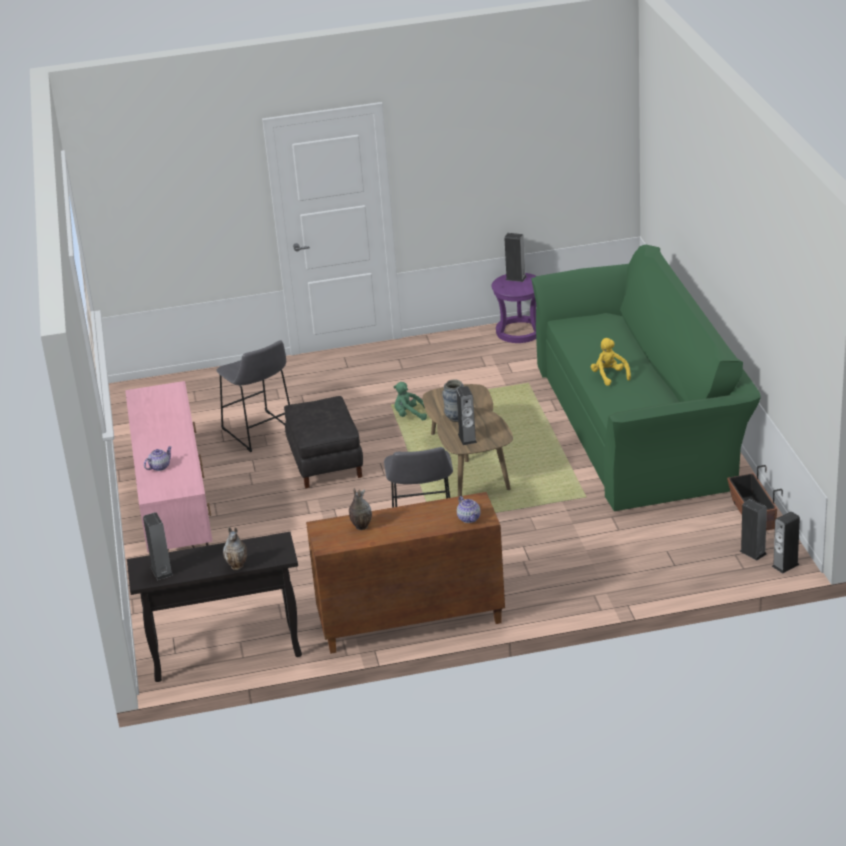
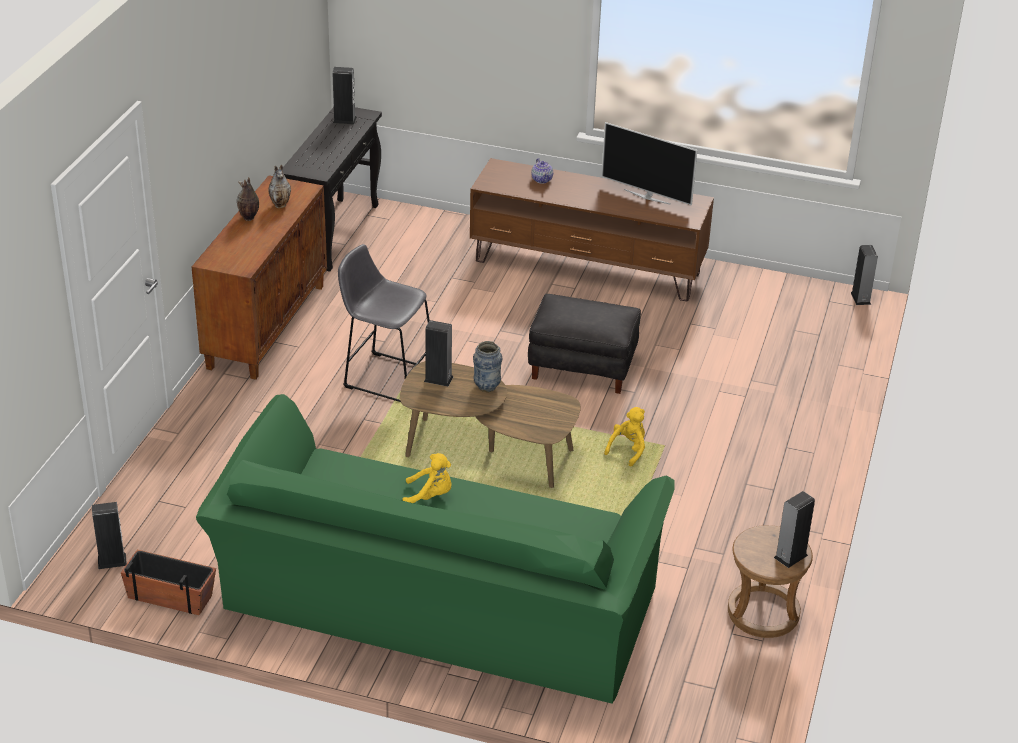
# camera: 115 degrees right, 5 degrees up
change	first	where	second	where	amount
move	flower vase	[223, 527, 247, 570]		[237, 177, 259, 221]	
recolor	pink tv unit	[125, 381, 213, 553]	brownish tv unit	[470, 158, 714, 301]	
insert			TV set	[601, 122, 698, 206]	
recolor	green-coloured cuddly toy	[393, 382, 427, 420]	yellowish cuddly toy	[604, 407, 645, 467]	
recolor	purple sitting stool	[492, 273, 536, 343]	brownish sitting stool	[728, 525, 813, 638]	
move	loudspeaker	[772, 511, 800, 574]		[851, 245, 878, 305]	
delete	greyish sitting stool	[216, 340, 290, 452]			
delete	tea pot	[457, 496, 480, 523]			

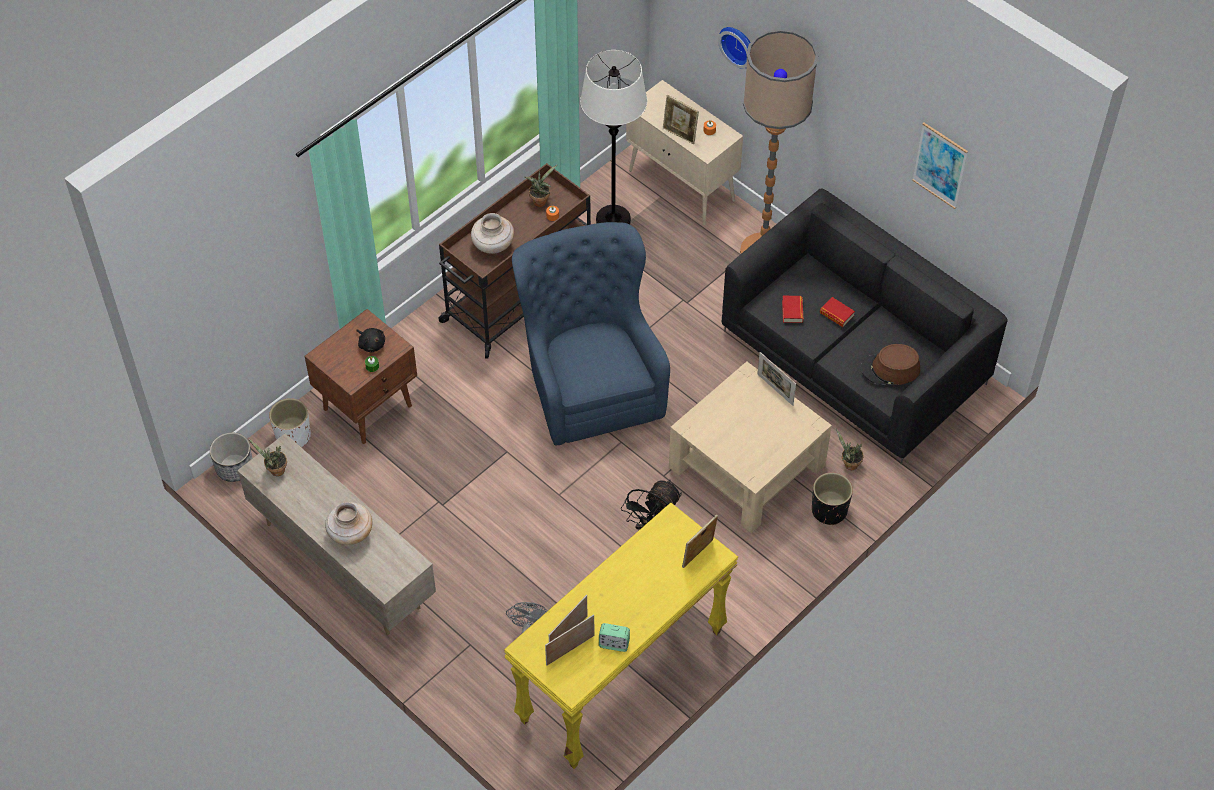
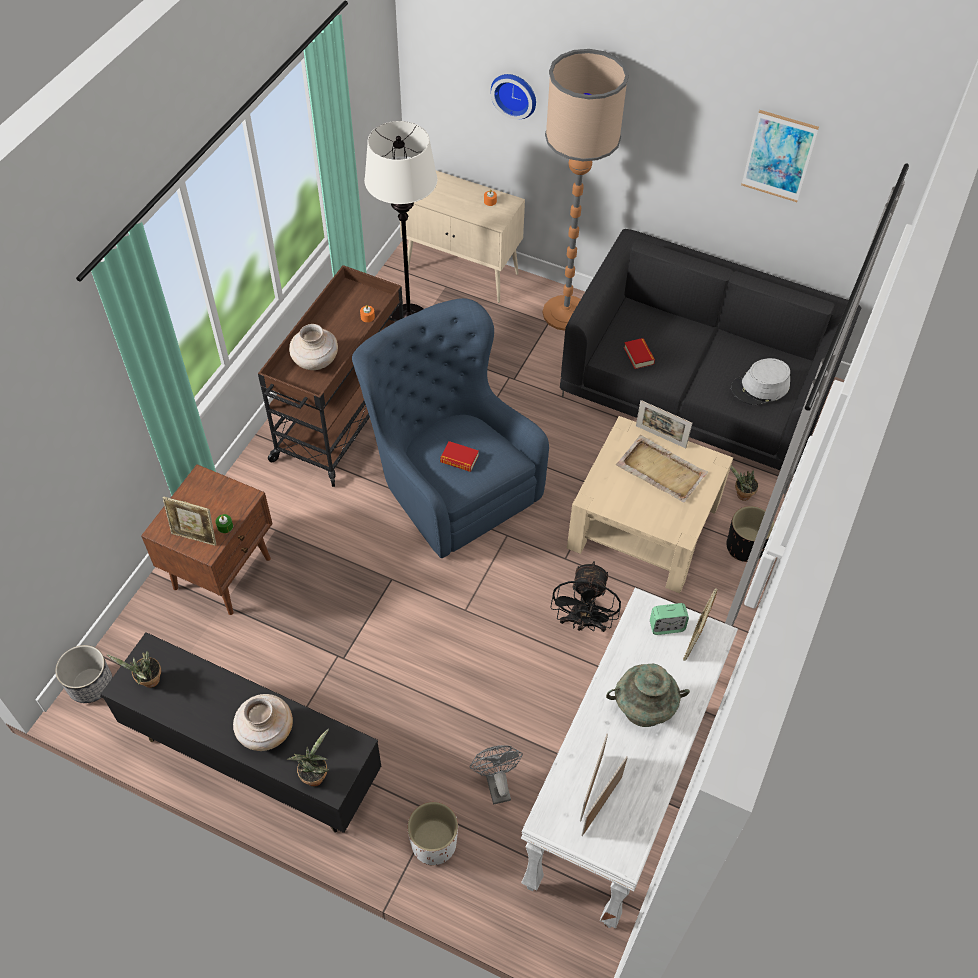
# camera: 20 degrees left, 0 degrees up
change	first	where	second	where	amount
recolor	sand-coloured tv unit	[237, 433, 436, 635]	black-coloured tv unit	[100, 632, 381, 833]	
move	picture frame	[663, 95, 699, 144]		[163, 496, 216, 546]	
move	potted plant	[525, 165, 557, 207]		[287, 729, 329, 786]	
move	white-coloured planter	[269, 398, 311, 447]		[407, 802, 458, 865]	
move	book	[820, 297, 855, 327]		[440, 441, 479, 472]	
recolor	yellowish console table	[504, 503, 738, 769]	white-coloured console table	[521, 588, 738, 928]	
insert			turquoise flower vase	[606, 664, 690, 727]	
insert			sand-coloured tray	[616, 435, 708, 502]	
move	bedside clock	[599, 623, 630, 652]		[650, 603, 689, 635]	
recolor	brownish wearable hat	[860, 344, 920, 385]	greyish wearable hat	[731, 358, 790, 405]	
delete	black-coloured cuddly toy	[356, 328, 385, 353]			

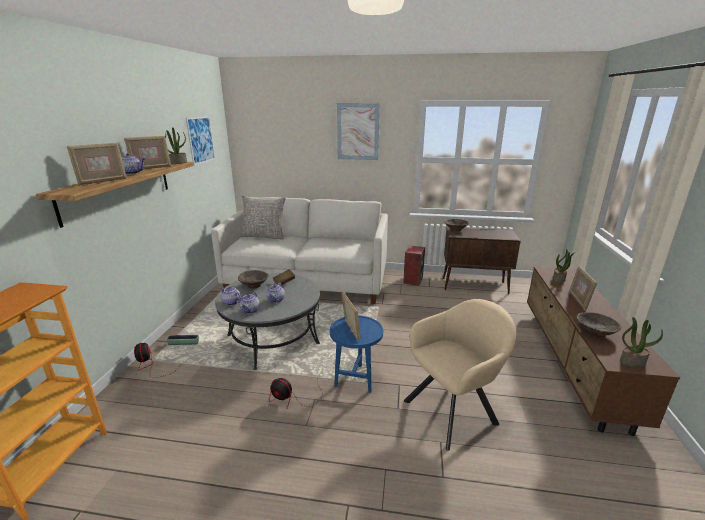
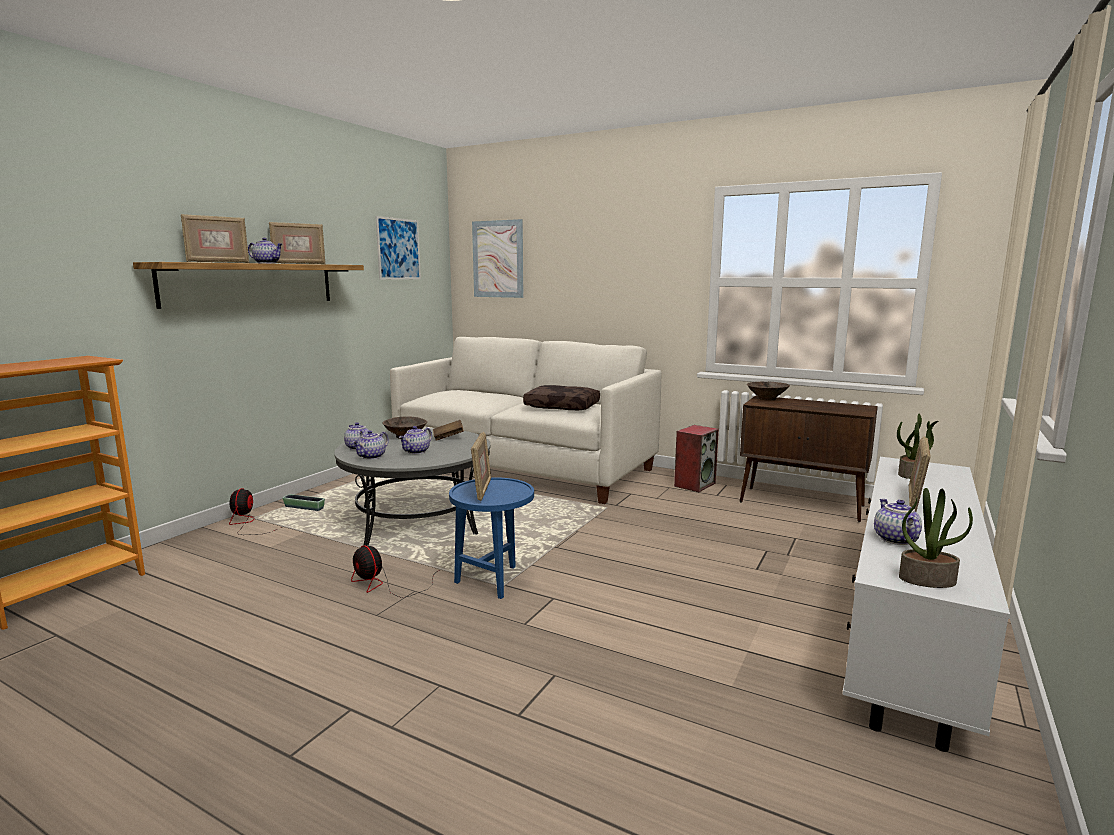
# camera: 20 degrees right, 10 degrees down
change	first	where	second	where	amount
move	picture	[337, 103, 380, 160]		[472, 219, 524, 298]	
insert			brownish cushion	[523, 385, 600, 410]	
recolor	brownish tv unit	[527, 266, 680, 436]	white-coloured tv unit	[842, 457, 1010, 752]	
replace	brownish bowl	[576, 312, 621, 338]	tea pot	[874, 499, 922, 545]	
delete	potted plant	[165, 127, 187, 164]			
delete	greyish cushion	[240, 195, 286, 240]			
delete	sand-coloured armchair	[404, 299, 516, 450]			

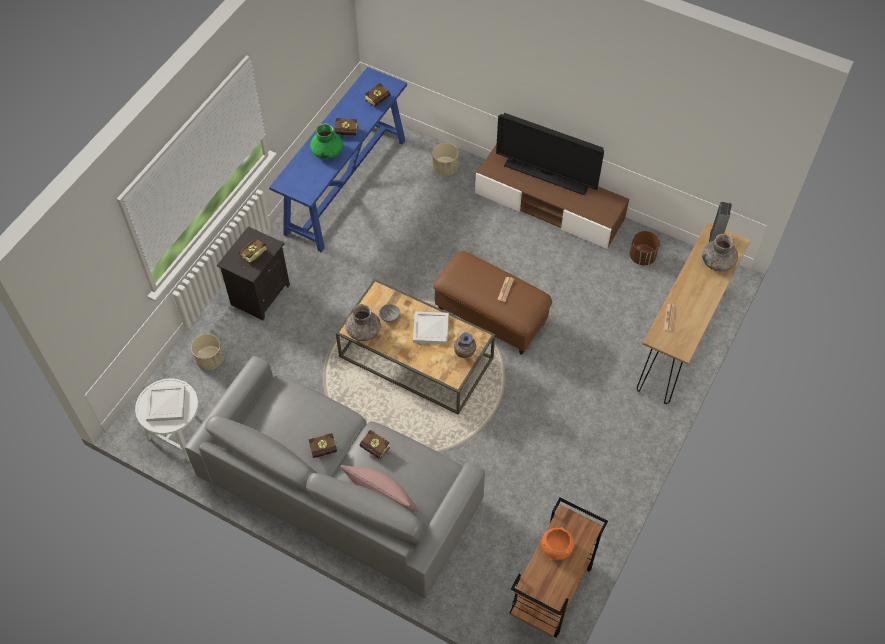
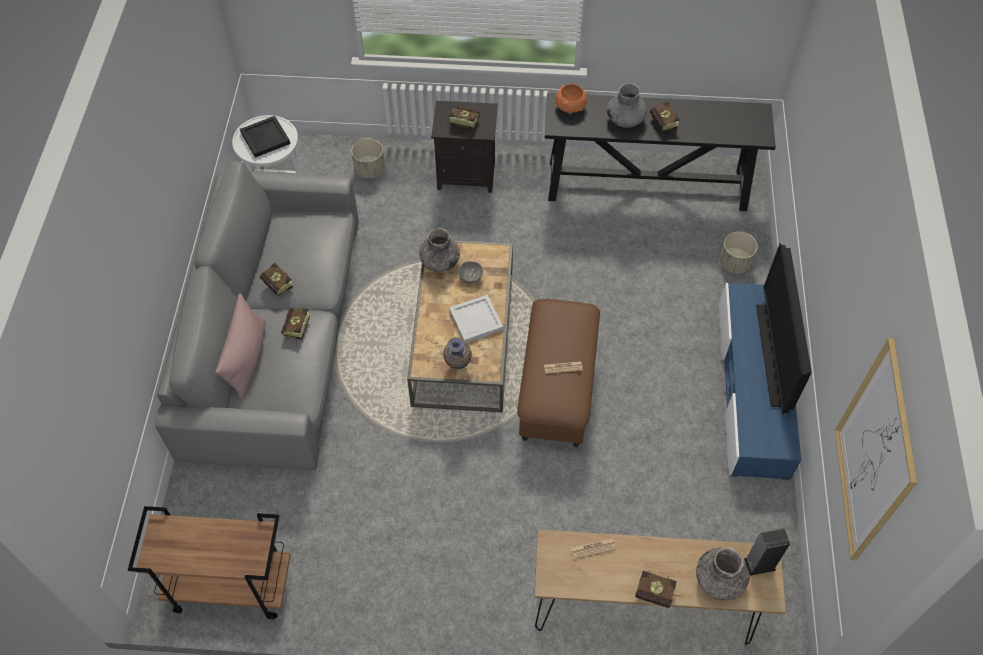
# camera: 65 degrees right, 0 degrees up
change	first	where	second	where	amount
recolor	white-coloured tray	[146, 385, 185, 422]	black-coloured tray	[240, 116, 290, 158]	
recolor	bluish console table	[269, 67, 407, 252]	black-coloured console table	[545, 93, 776, 211]	
move	orangey bowl	[541, 527, 574, 560]		[555, 84, 587, 113]	
recolor	green-coloured flower vase	[310, 123, 343, 160]	greyish flower vase	[607, 83, 647, 128]	
move	book	[365, 83, 391, 107]		[635, 570, 682, 608]	
recolor	brownish tv unit	[475, 144, 629, 249]	bluish tv unit	[719, 283, 801, 480]	
insert			picture	[835, 338, 917, 560]	
delete	brownish planter	[630, 231, 660, 265]			

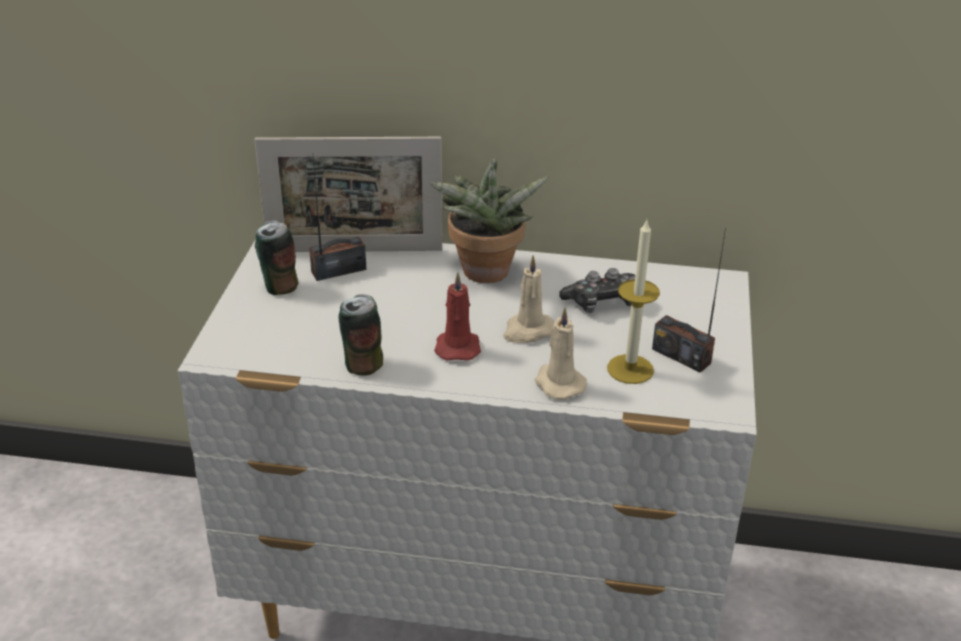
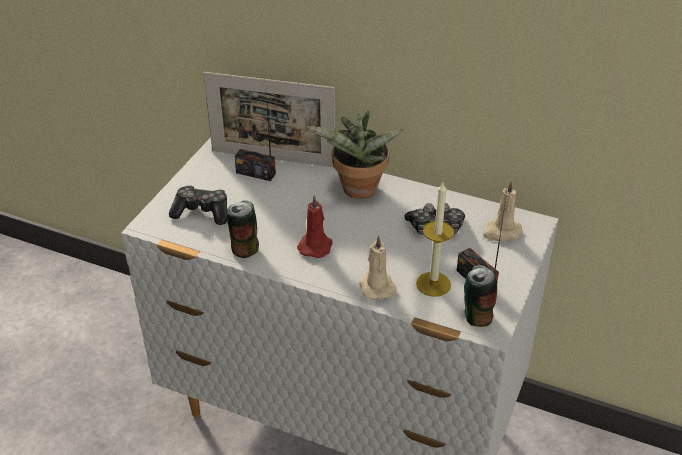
# camera: 15 degrees right, 5 degrees up
change	first	where	second	where	amount
insert			gamepad	[169, 185, 227, 225]	
rotate	radio receiver	[309, 158, 366, 281]		[235, 91, 276, 181]	150 degrees counterclockwise
move	metal can	[255, 221, 299, 295]		[464, 265, 497, 327]	
move	sand-coloured candle	[503, 255, 554, 343]		[483, 181, 522, 242]	

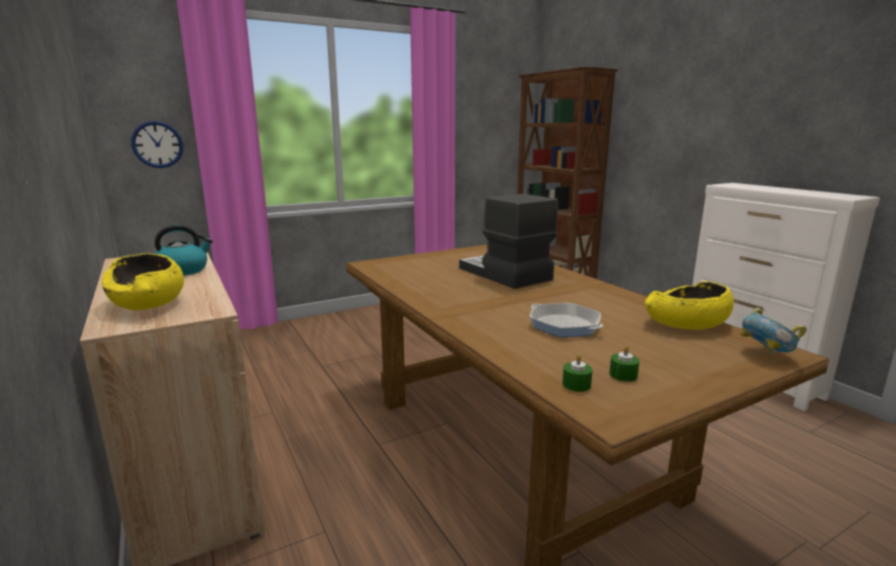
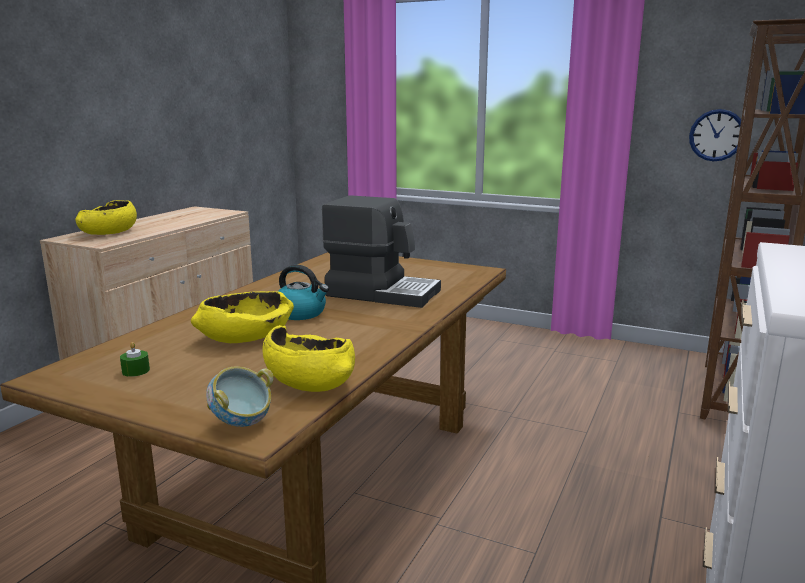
# camera: 55 degrees right, 0 degrees up
change	first	where	second	where	amount
replace	frying pan	[529, 303, 603, 337]	yellowish bowl	[191, 291, 294, 343]	
move	kettle	[154, 225, 213, 276]		[278, 265, 329, 320]	
rotate	coffee brewer	[459, 194, 558, 289]		[322, 195, 441, 308]	90 degrees clockwise
move	clock on the wall	[131, 121, 183, 168]		[689, 109, 741, 161]	
delete	green-coloured candle	[562, 354, 593, 392]			

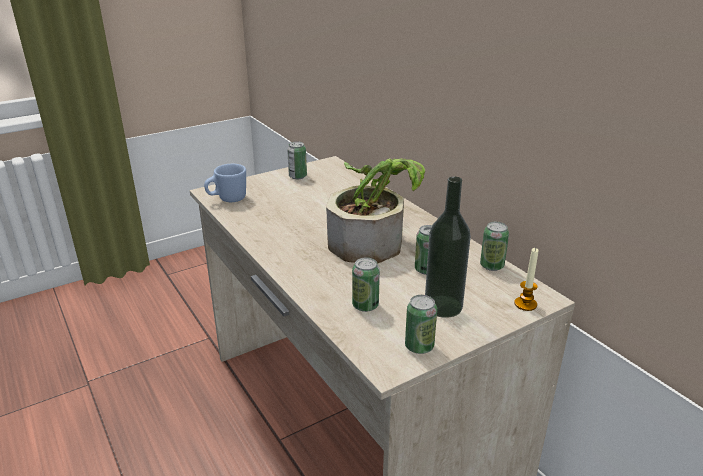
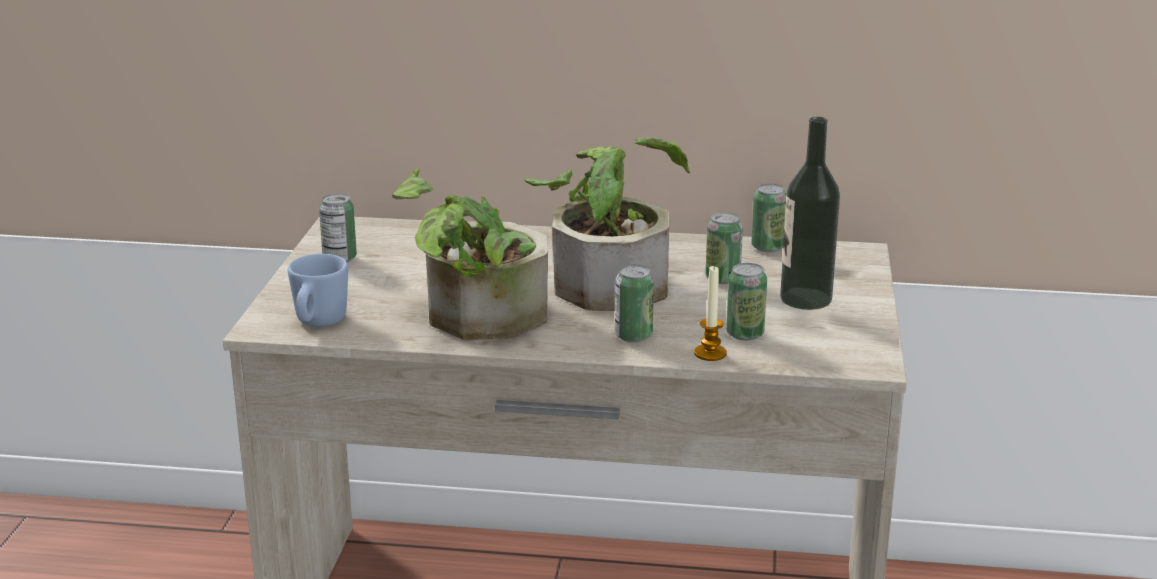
# camera: 50 degrees left, 5 degrees down
change	first	where	second	where	amount
insert			potted plant	[392, 169, 548, 340]	
move	metal can	[405, 295, 437, 354]		[615, 264, 654, 343]	
move	candle	[514, 248, 538, 311]		[694, 265, 727, 361]	

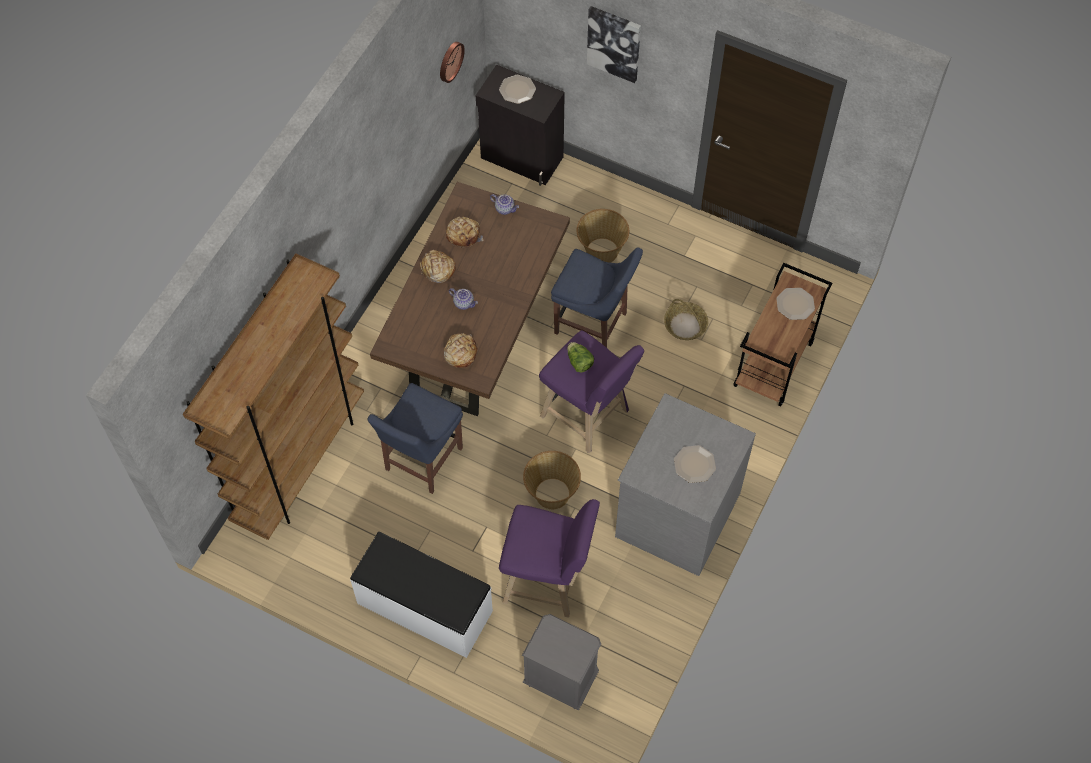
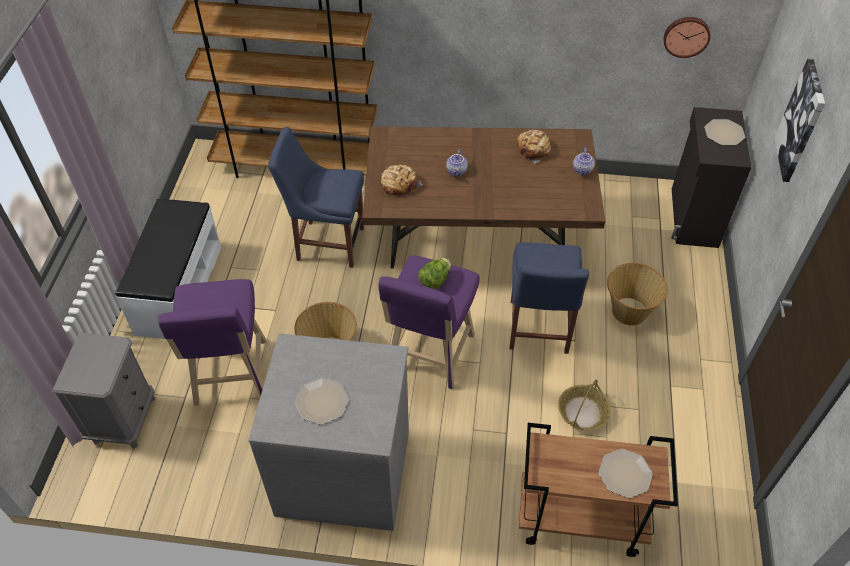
# camera: 70 degrees right, 10 degrees down
change	first	where	second	where	amount
delete	bread	[420, 250, 456, 283]			

